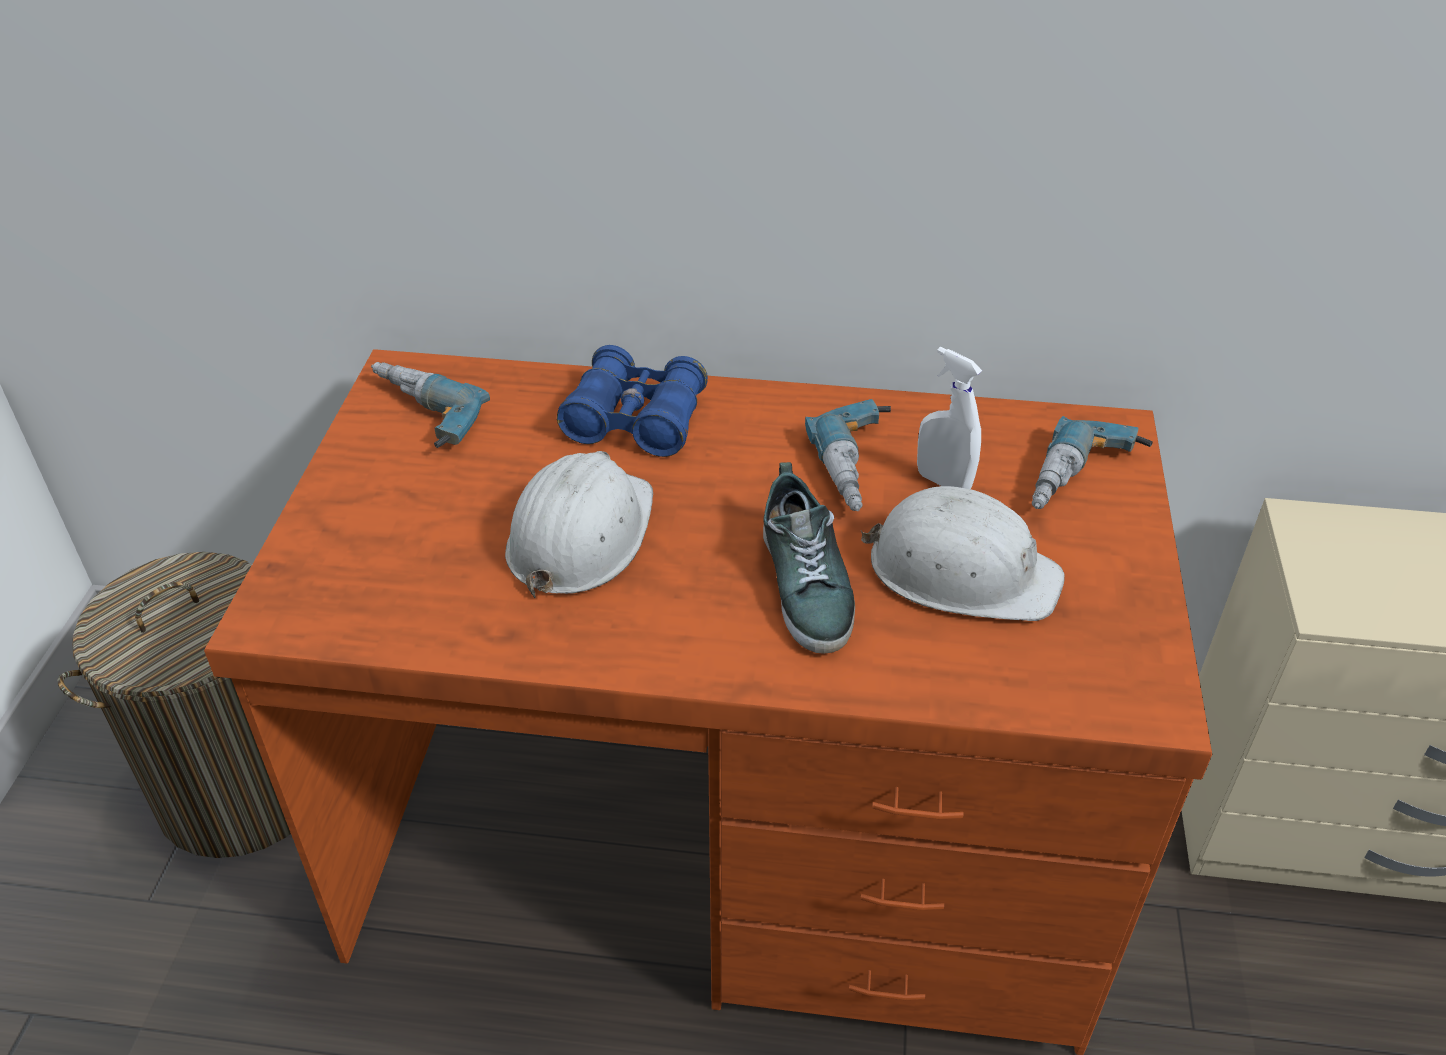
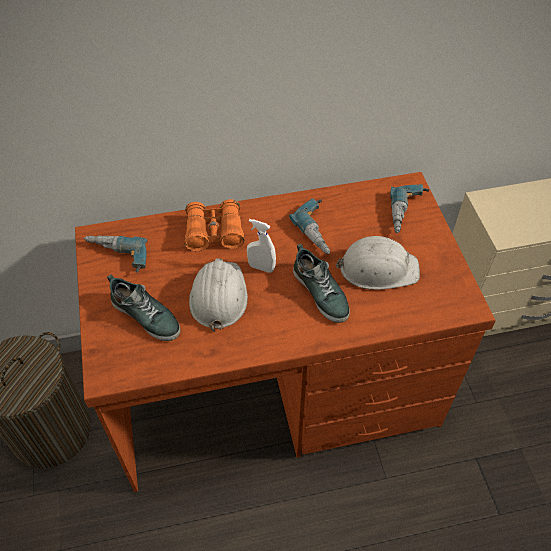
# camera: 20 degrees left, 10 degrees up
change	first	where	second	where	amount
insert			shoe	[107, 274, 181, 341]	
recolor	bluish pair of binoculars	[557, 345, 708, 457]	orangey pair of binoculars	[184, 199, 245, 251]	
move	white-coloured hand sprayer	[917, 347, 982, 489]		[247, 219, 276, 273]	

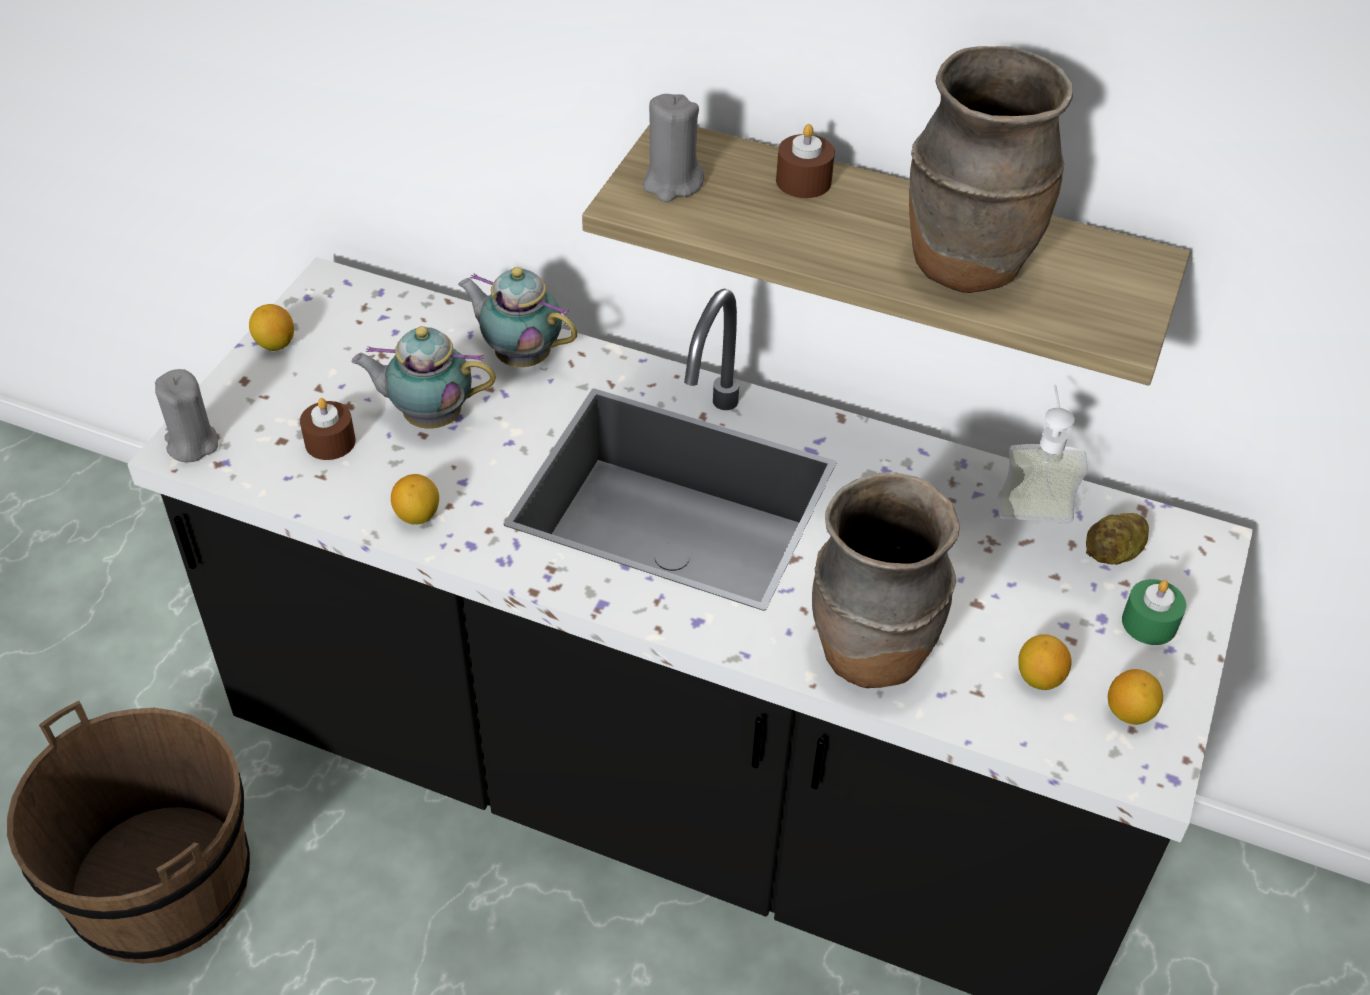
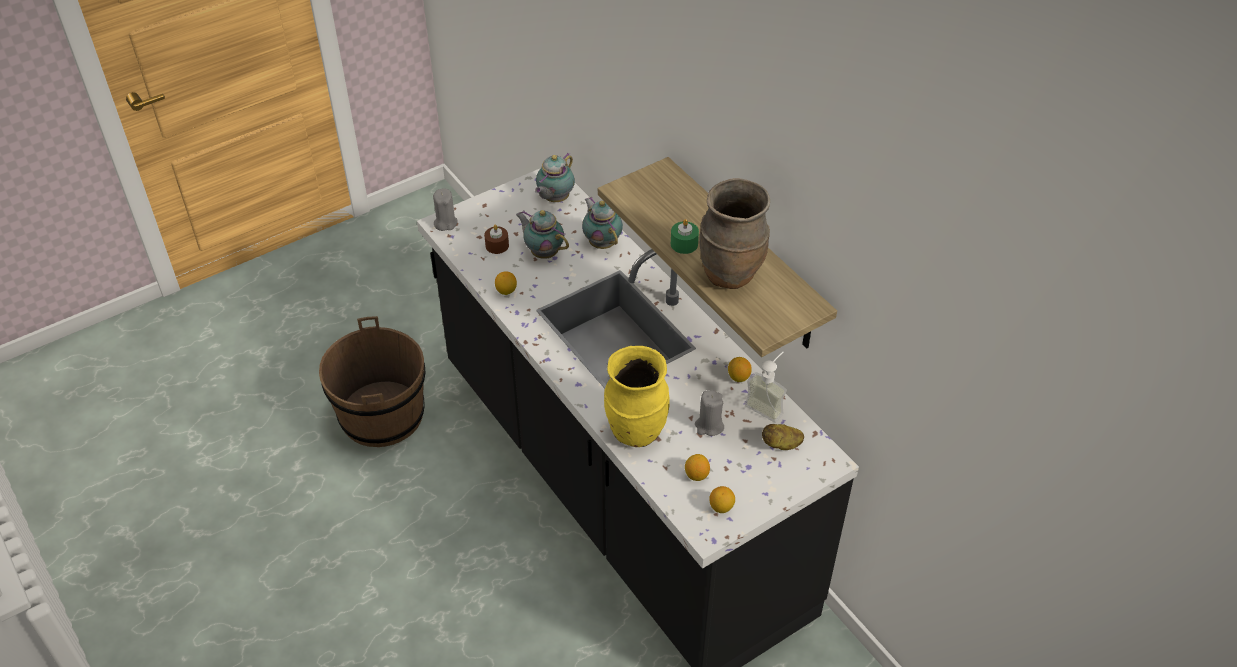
# camera: 35 degrees right, 0 degrees up
change	first	where	second	where	amount
insert			tea pot	[535, 152, 575, 202]	
recolor	brownish flower vase	[812, 472, 960, 688]	yellowish flower vase	[604, 346, 670, 447]	
move	green-coloured candle	[1122, 579, 1186, 645]		[671, 219, 699, 254]	
move	greyish candle	[643, 94, 704, 202]		[695, 390, 724, 436]	
move	whole lemon	[249, 304, 294, 351]		[728, 357, 752, 382]	
delete	brownish candle	[776, 124, 835, 198]			

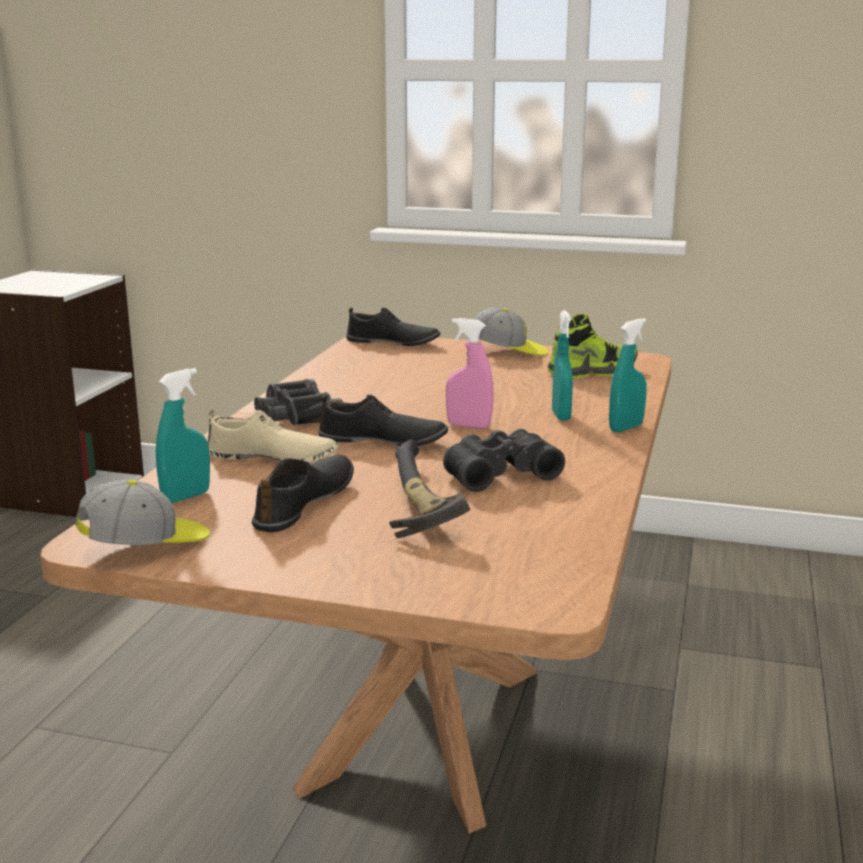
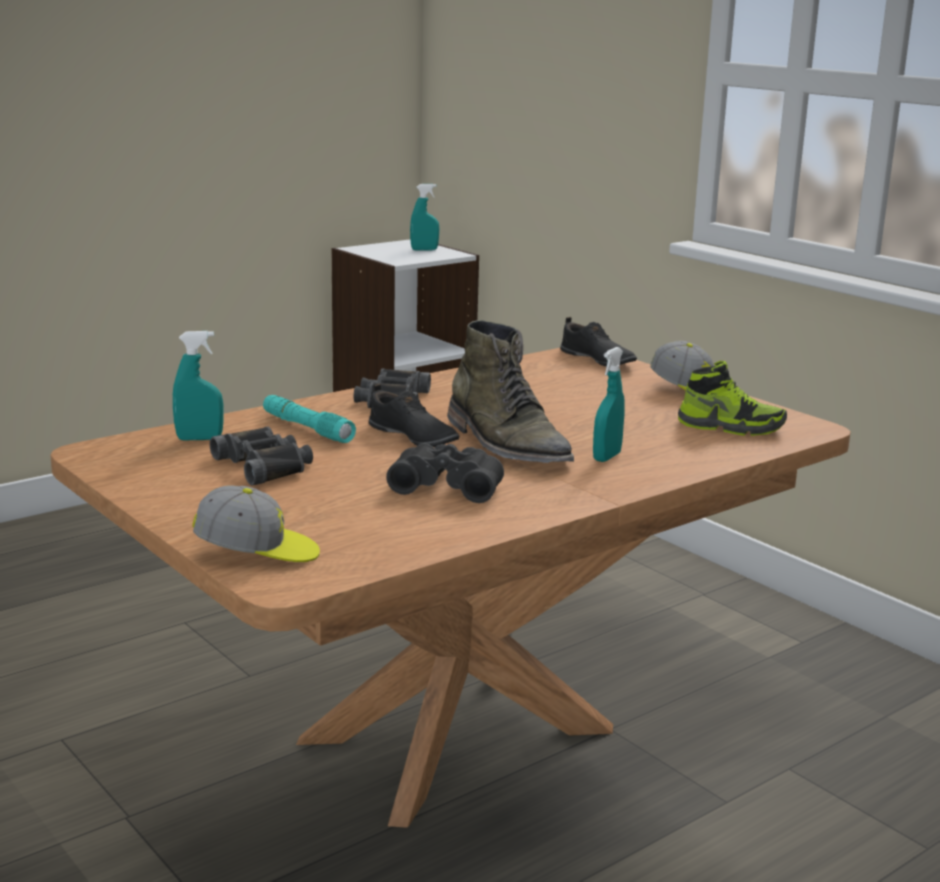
# camera: 35 degrees right, 0 degrees up
change	first	where	second	where	amount
move	cap	[75, 480, 210, 545]		[192, 485, 320, 562]	
replace	black-coloured shoe	[252, 454, 354, 532]	black-coloured pair of binoculars	[210, 426, 313, 486]	
replace	sand-coloured shoe	[208, 410, 339, 464]	turquoise torch	[263, 395, 356, 443]	
move	turquoise hand sprayer	[609, 318, 647, 432]		[410, 184, 440, 251]	
replace	pink hand sprayer	[446, 318, 494, 429]	green-coloured tall boot	[447, 320, 574, 463]	
delete	hammer	[389, 440, 470, 538]			

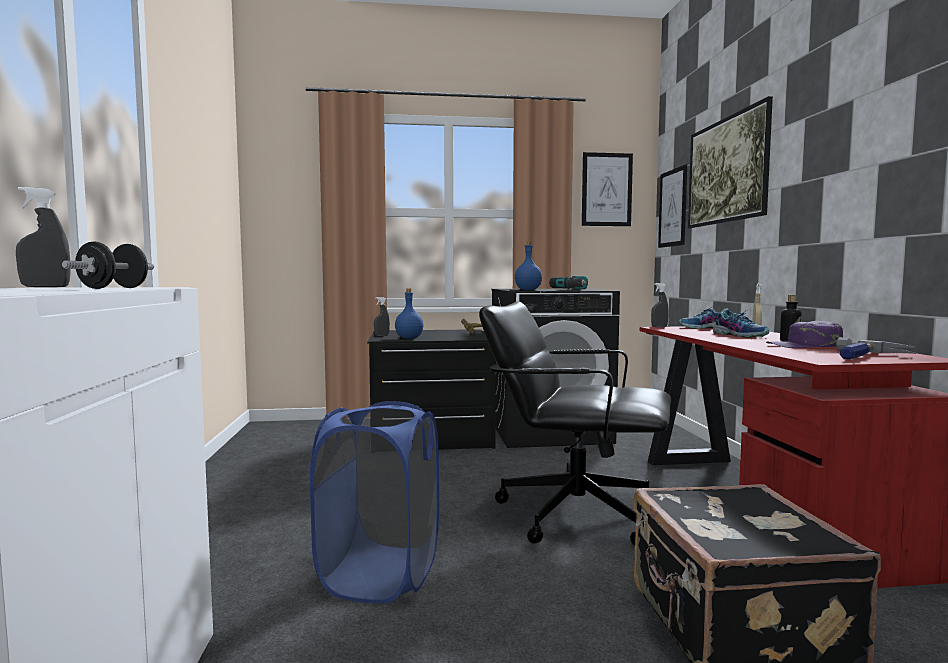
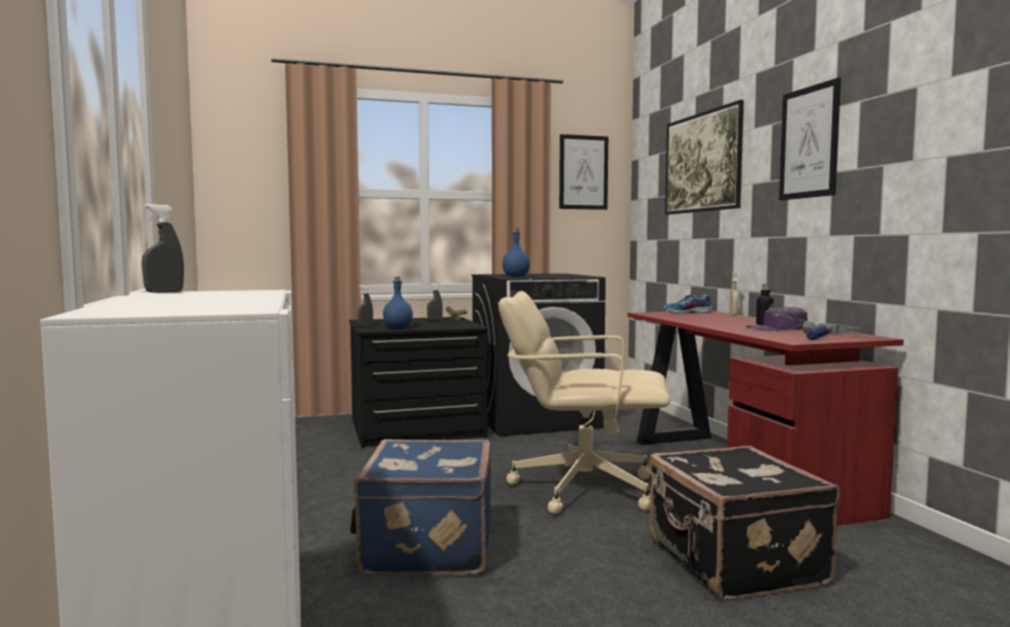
# camera: 10 degrees left, 0 degrees up
change	first	where	second	where	amount
replace	bluish hamper	[310, 401, 439, 604]	bluish piece of luggage	[350, 439, 491, 576]	
move	greyish hand sprayer	[651, 283, 669, 327]		[427, 283, 443, 321]	
recolor	black-coloured computer chair	[479, 301, 671, 546]	sand-coloured computer chair	[498, 291, 671, 514]	
move	picture	[658, 164, 687, 248]		[779, 78, 841, 200]	
delete	black-coloured free weight	[62, 241, 154, 289]			
delete	power drill	[549, 276, 588, 289]			
delete	shoe	[713, 311, 769, 338]			

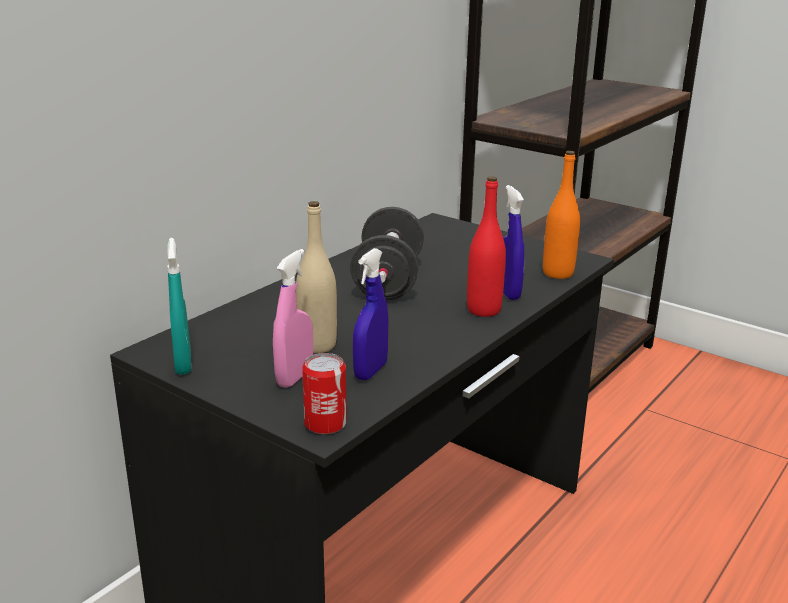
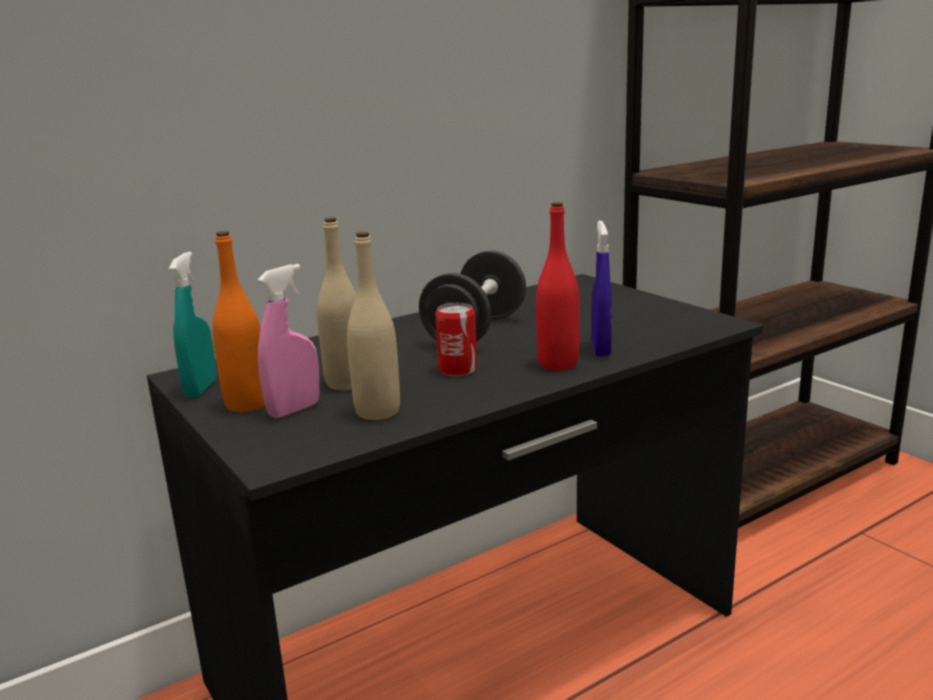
# camera: 20 degrees right, 5 degrees down
change	first	where	second	where	amount
move	orangey beverage bottle	[543, 151, 580, 279]		[212, 231, 265, 412]	
replace	bluish hand sprayer	[353, 248, 388, 380]	sand-coloured beverage bottle	[347, 232, 400, 420]	
move	metal can	[302, 353, 347, 434]		[435, 303, 477, 376]	

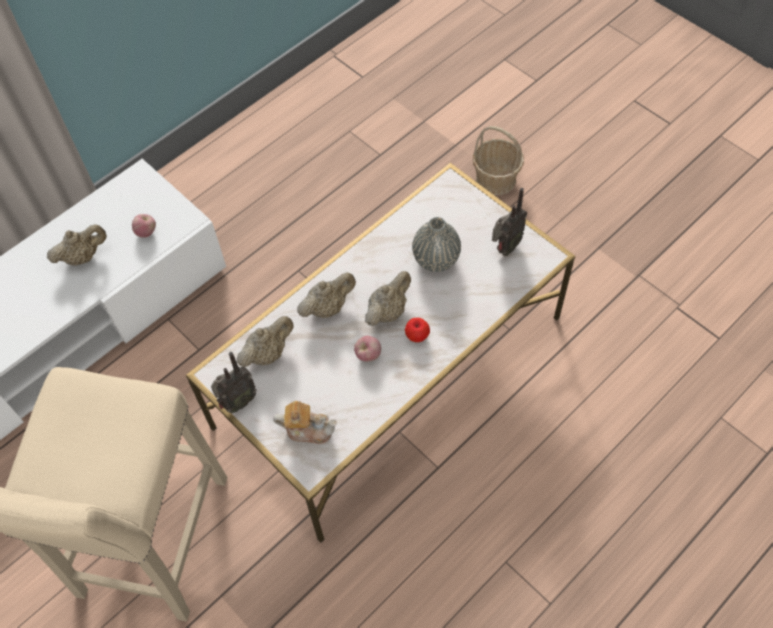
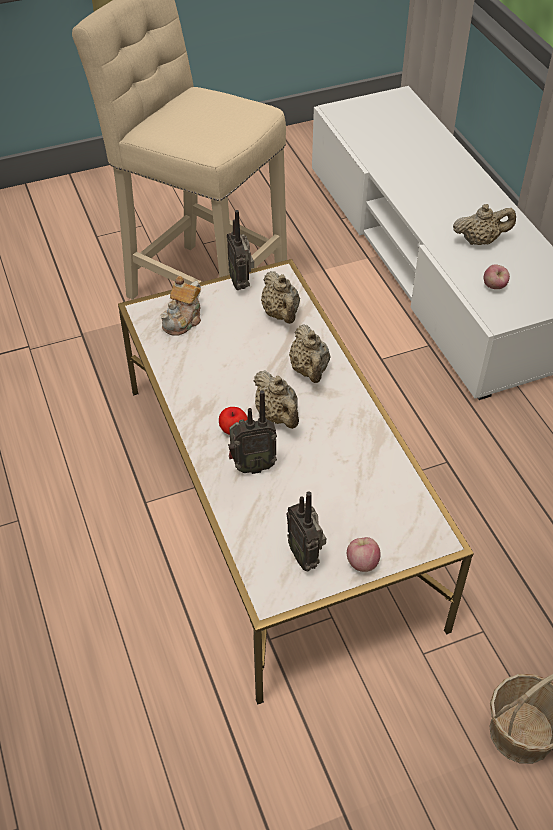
# camera: 110 degrees right, 10 degrees down
change	first	where	second	where	amount
insert			radio receiver	[228, 390, 277, 474]	
move	apple	[354, 336, 381, 362]		[347, 537, 381, 572]	
rotate	sand-coloured tea pot	[47, 224, 106, 266]		[453, 204, 516, 245]	90 degrees counterclockwise
delete	greyish flower vase	[412, 217, 461, 272]			

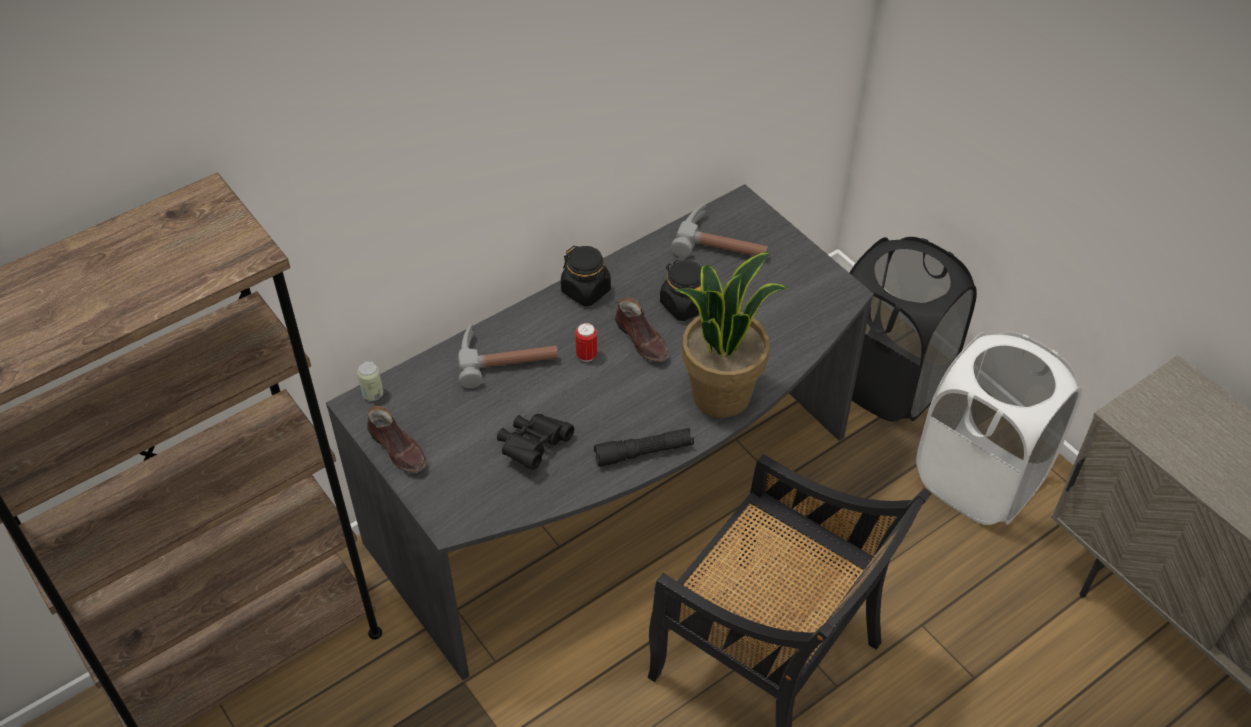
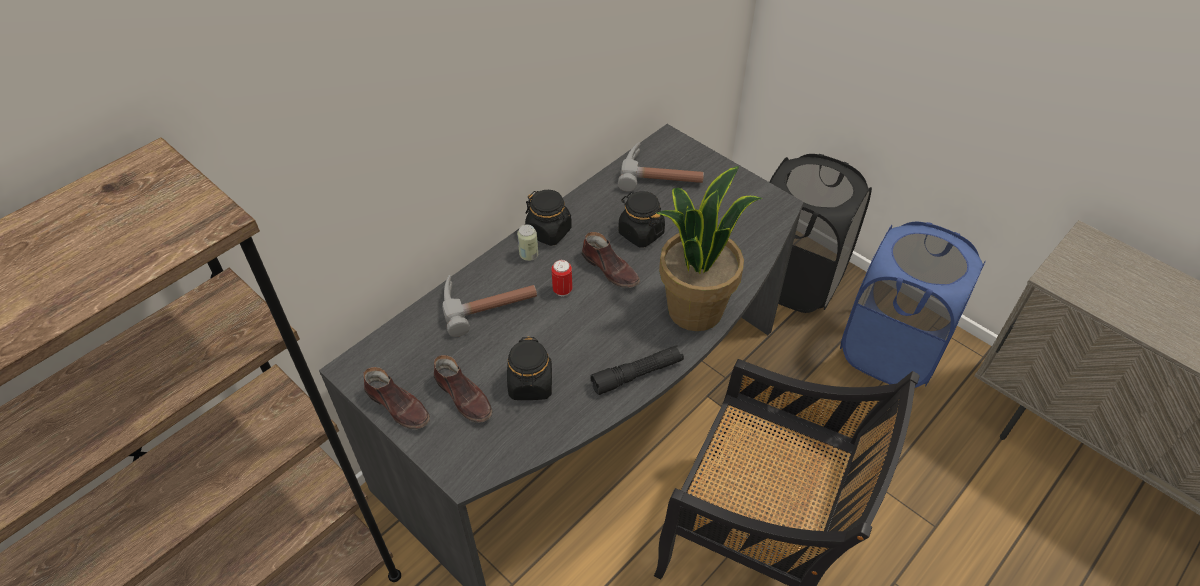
# camera: 10 degrees left, 0 degrees up
change	first	where	second	where	amount
insert			brownish shoe	[434, 355, 492, 423]	
replace	black-coloured pair of binoculars	[497, 414, 574, 470]	black-coloured storage jar	[507, 337, 552, 400]	
move	metal can	[357, 361, 383, 401]		[517, 224, 538, 261]	
recolor	white-coloured hamper	[916, 332, 1082, 525]	bluish hamper	[840, 222, 986, 388]	

